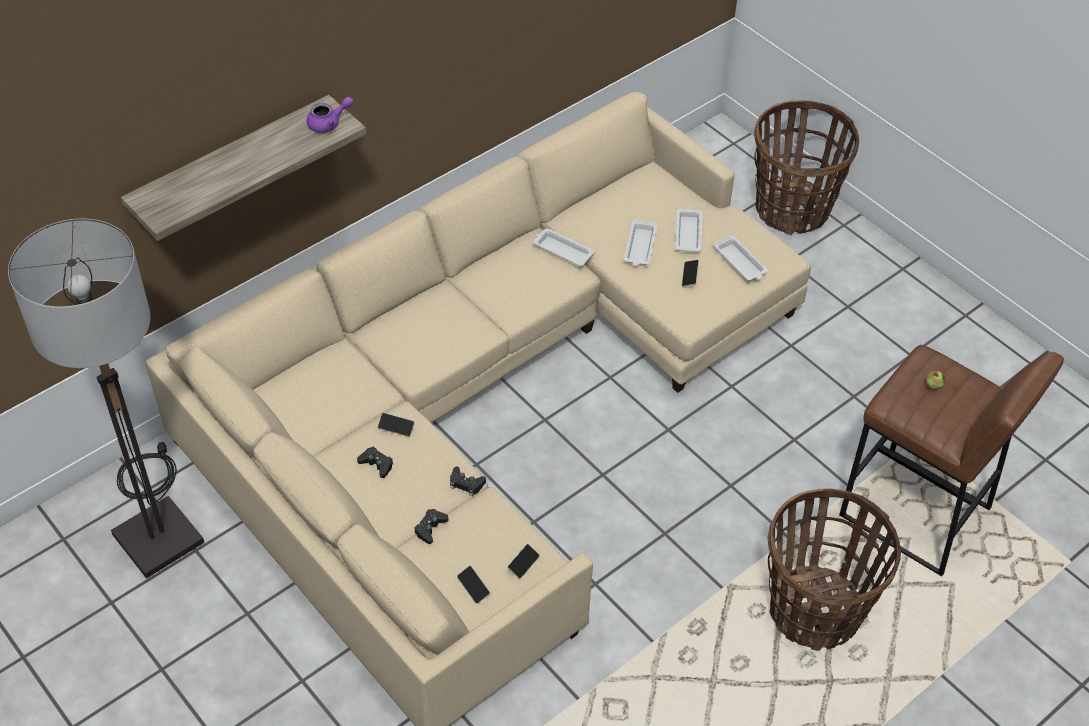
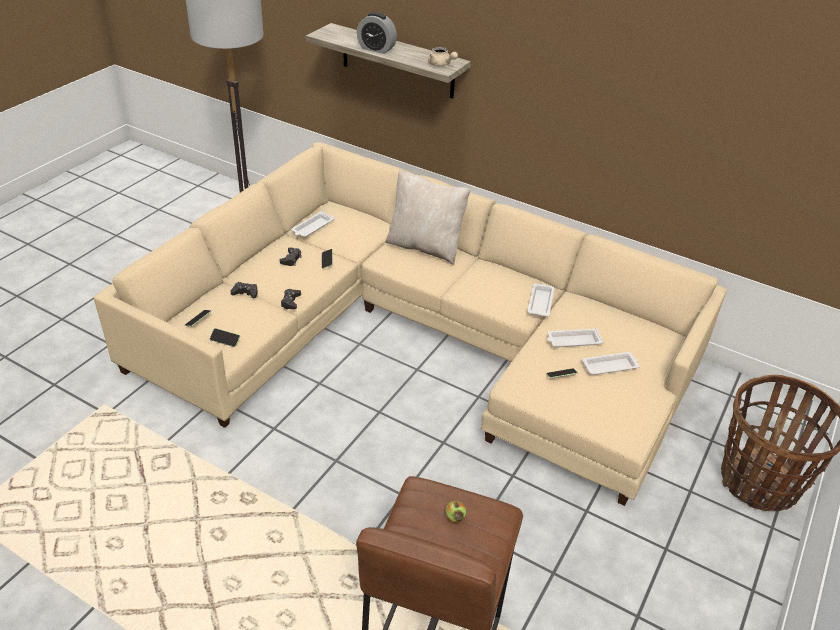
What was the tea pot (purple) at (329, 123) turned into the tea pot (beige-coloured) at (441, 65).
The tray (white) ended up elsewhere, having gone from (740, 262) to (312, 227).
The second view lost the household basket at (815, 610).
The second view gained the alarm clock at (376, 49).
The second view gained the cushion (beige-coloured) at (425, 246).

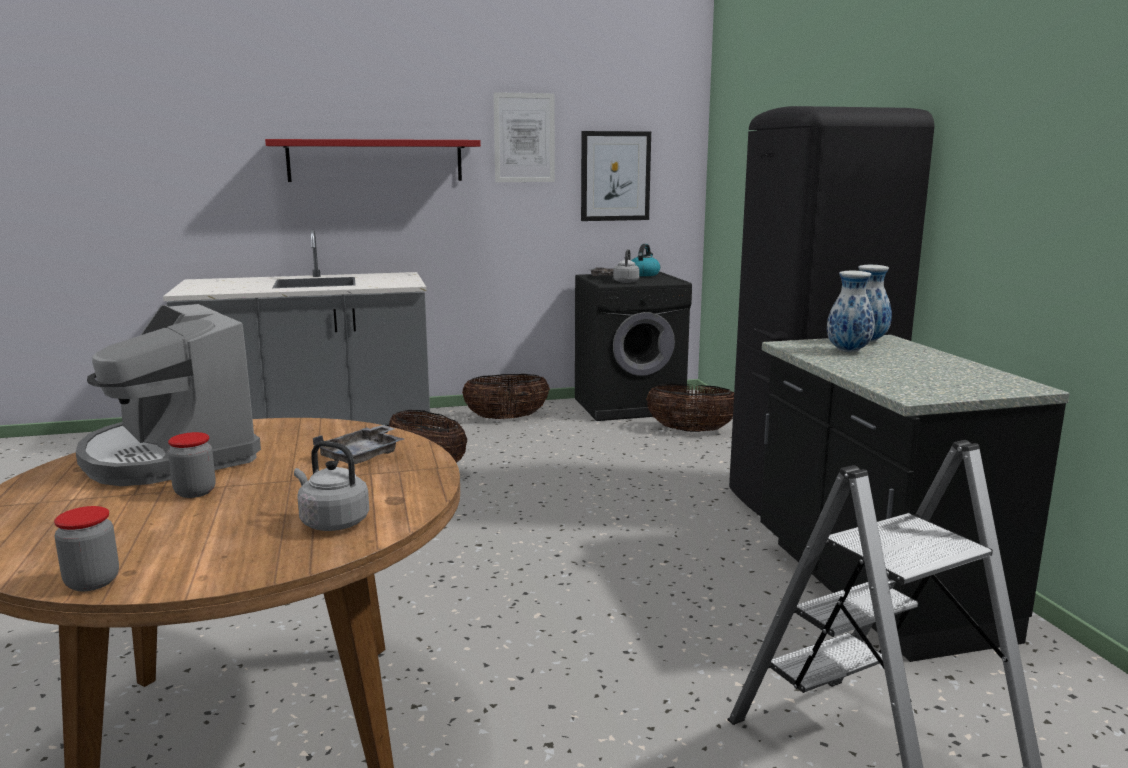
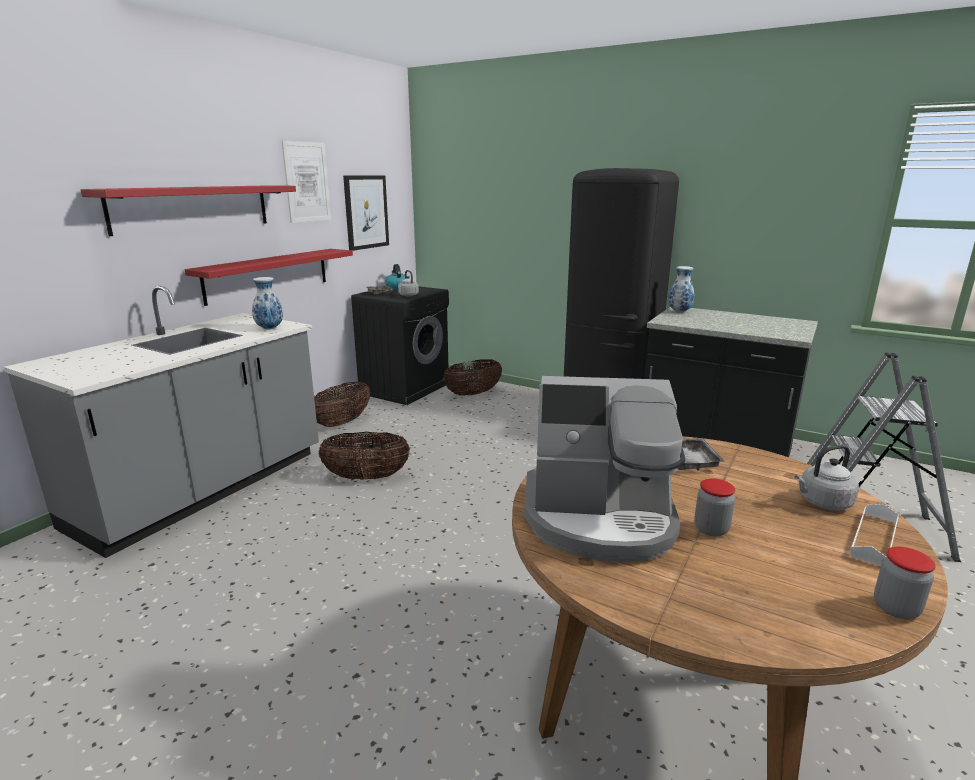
The vase ended up elsewhere, having gone from (847, 351) to (269, 328).
The second view gained the shelf (red-coloured) at (268, 275).
The second view gained the tray (white) at (874, 538).

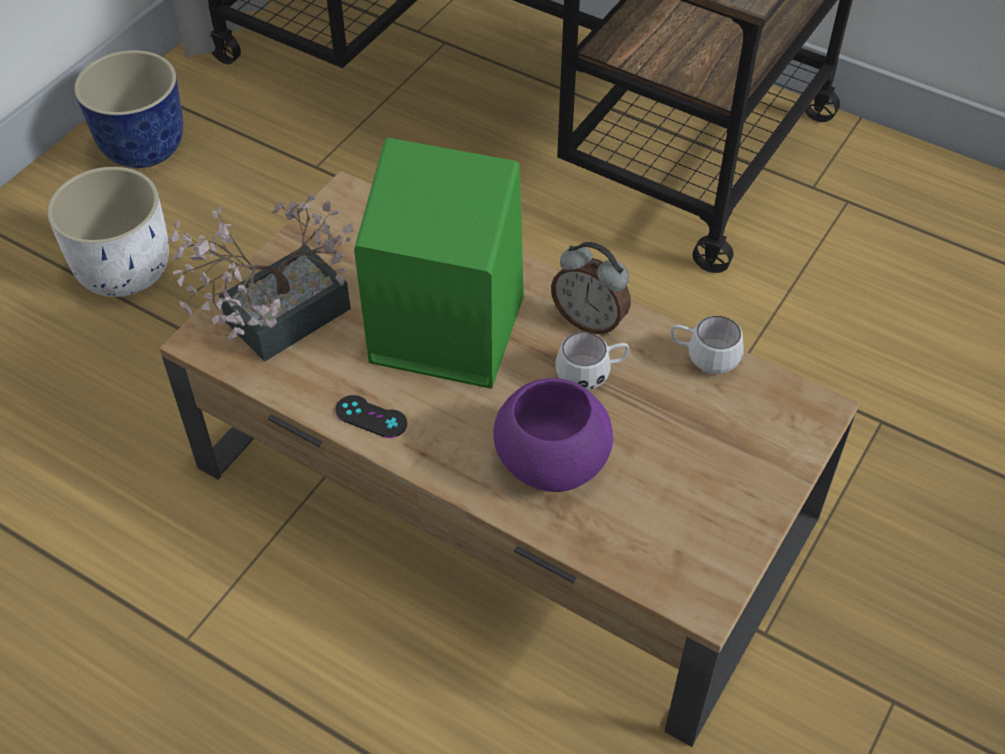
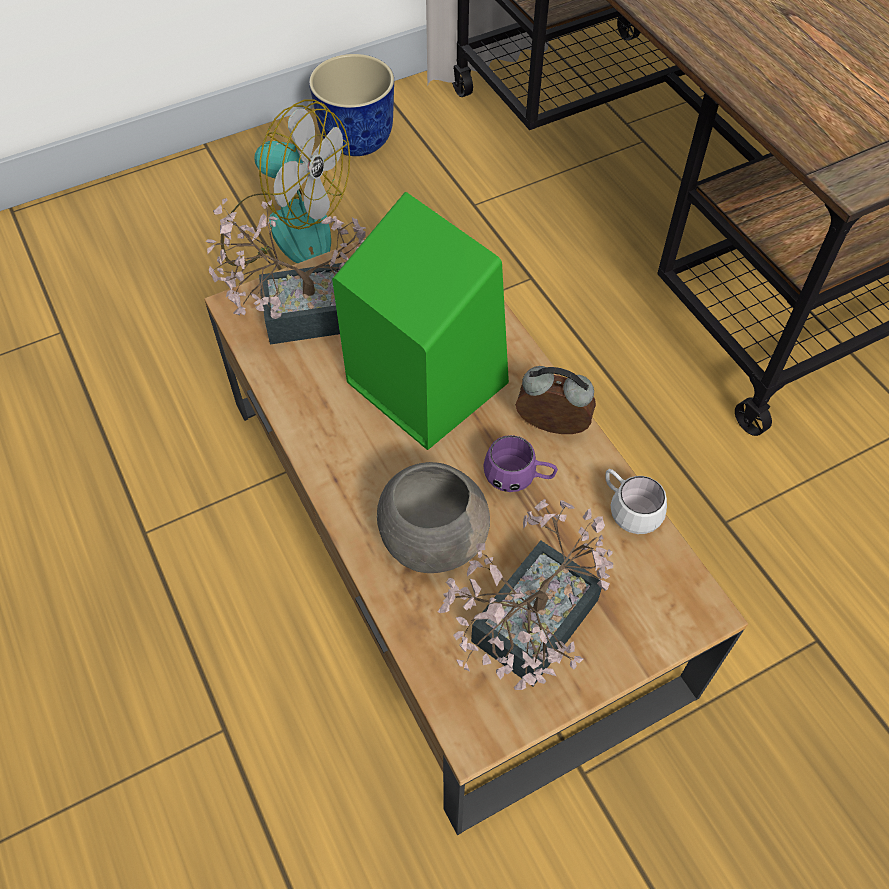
Where the planter (white) stood at (125, 268), the fan came to stand at (285, 227).
The second view lost the joypad (black) at (371, 417).
What was the deep dish (purple) at (549, 460) turned into the deep dish (gray) at (431, 536).
The alarm clock at (589, 320) ended up facing another way, 135 degrees clockwise from before.
What was the mug (white) at (591, 375) turned into the mug (purple) at (518, 479).
The second view gained the houseplant at (524, 631).

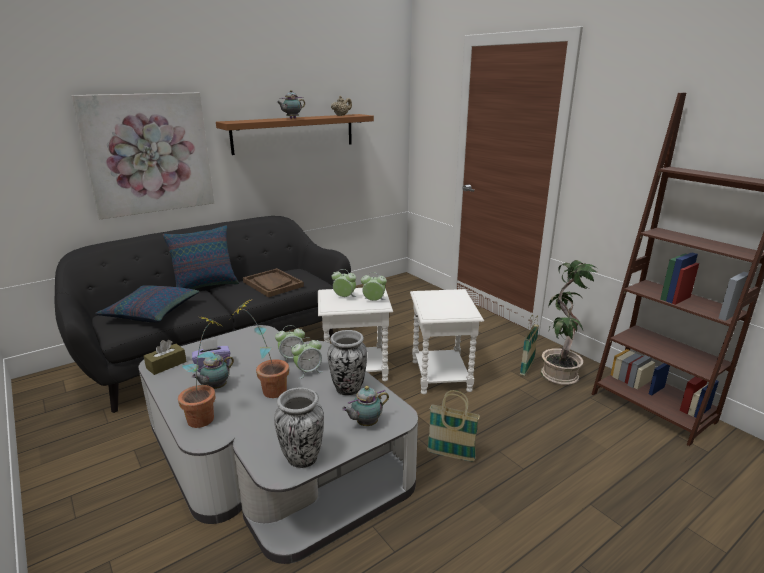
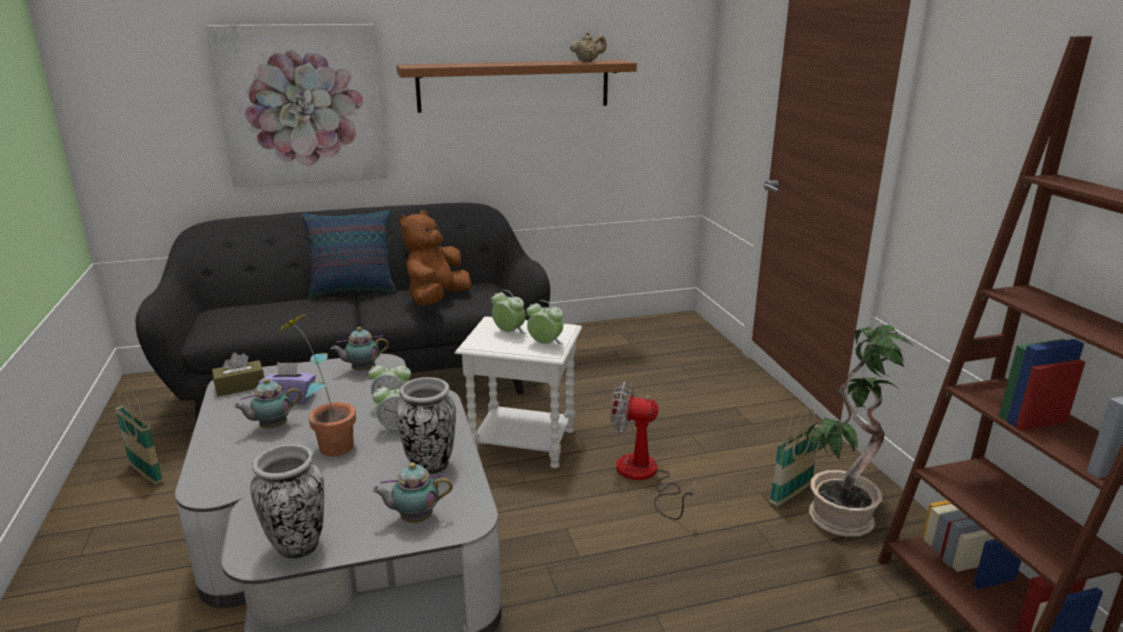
The second view lost the cushion (blue-coloured) at (151, 312).
The second view lost the houseplant at (208, 415).
Where the tray (brownish) stood at (273, 284), the cuddly toy (brownish) came to stand at (436, 300).
The tea pot ended up elsewhere, having gone from (291, 118) to (361, 370).
Where the accent table (white) stood at (442, 375), the fan came to stand at (644, 477).
The household basket ended up elsewhere, having gone from (451, 455) to (146, 474).

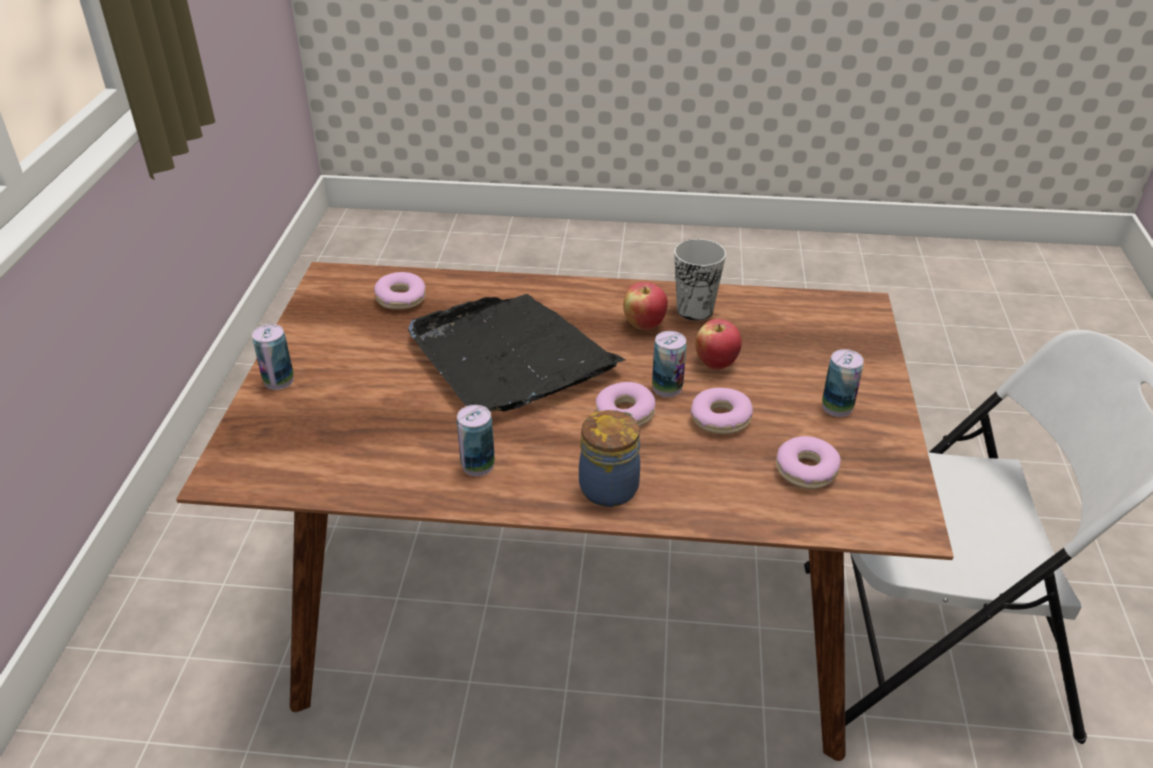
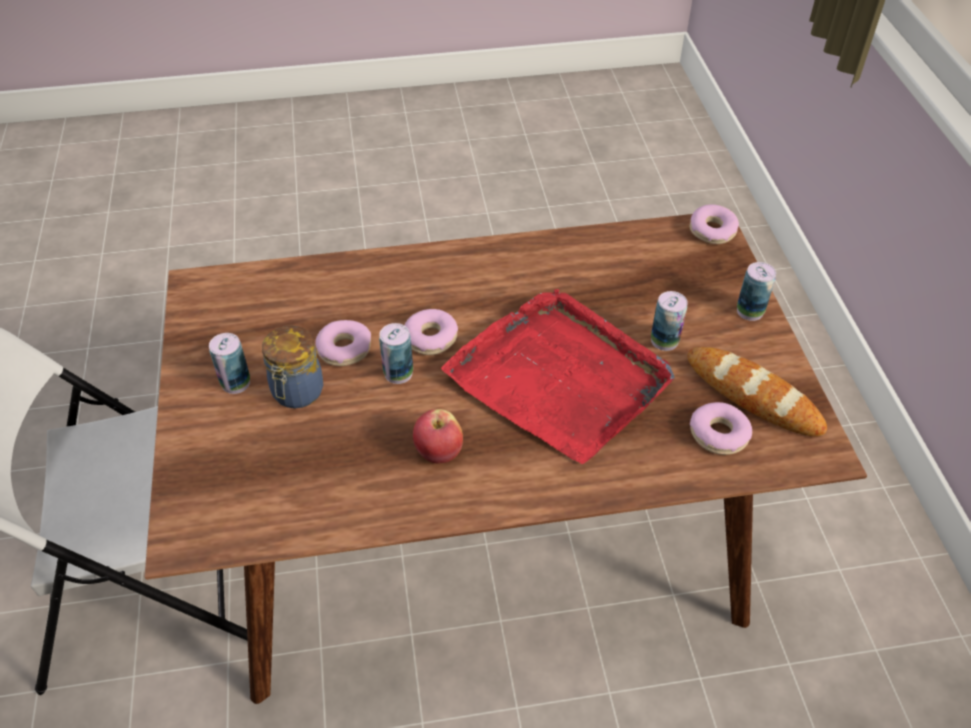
What was the tray (black) at (510, 357) turned into the tray (red-coloured) at (560, 378).
The metal can ended up elsewhere, having gone from (478, 465) to (664, 341).
The preserve jar ended up elsewhere, having gone from (610, 487) to (297, 393).
The second view lost the drinking cup at (695, 310).
The second view lost the whole apple at (716, 363).
The ring doughnut ended up elsewhere, having gone from (806, 470) to (712, 231).
The second view gained the baked bread at (753, 395).

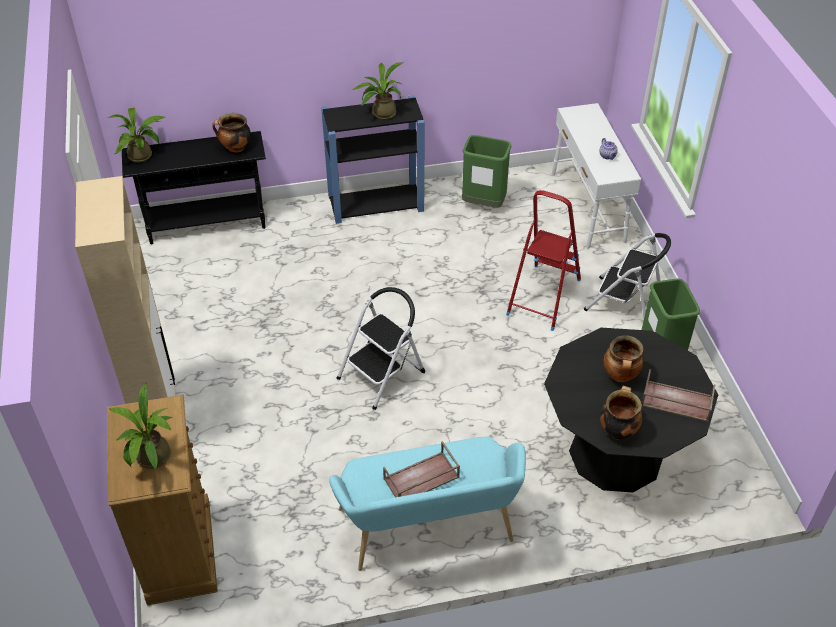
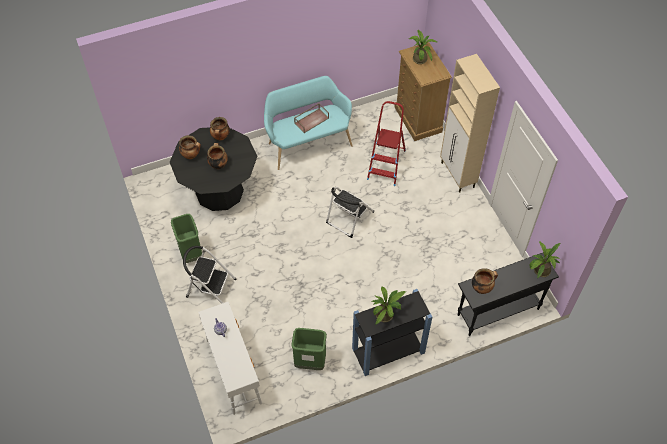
The step stool (red-coloured) ended up elsewhere, having gone from (544, 295) to (386, 165).
Where the tray (brownish) stood at (675, 401), the cooking pot came to stand at (191, 155).

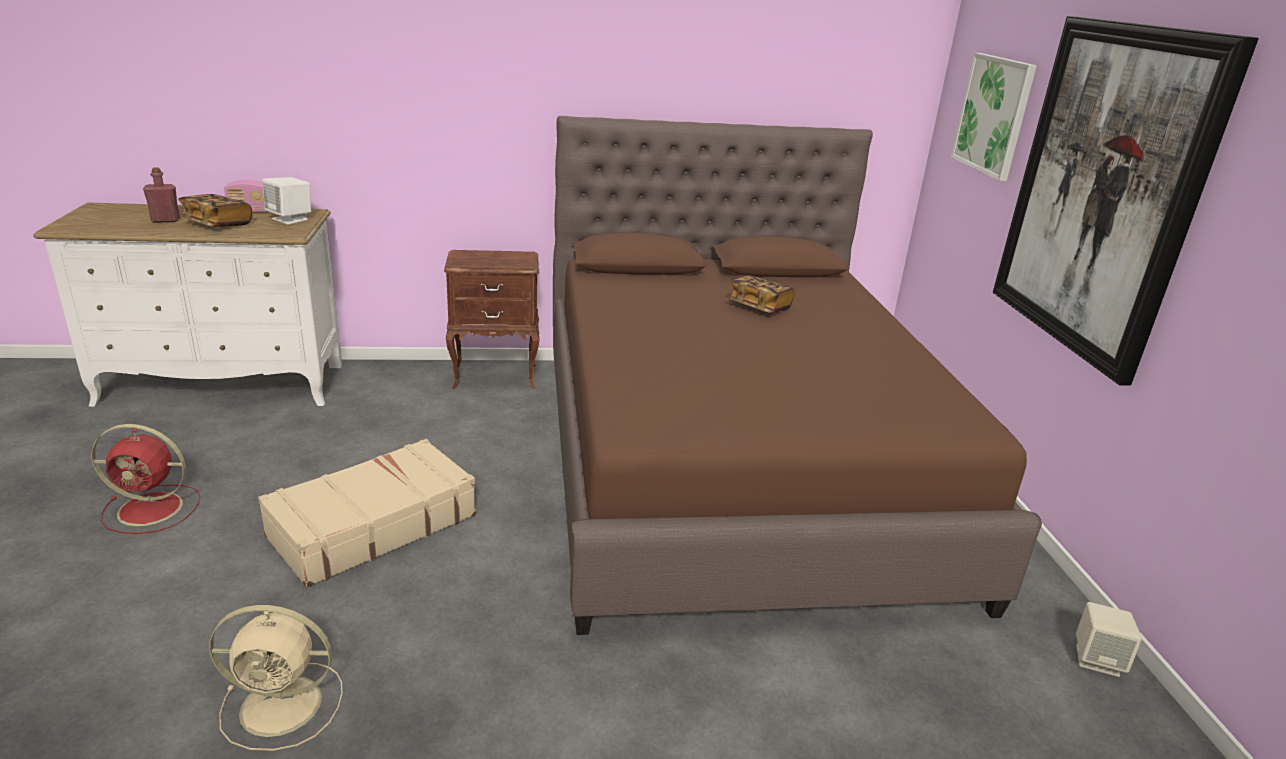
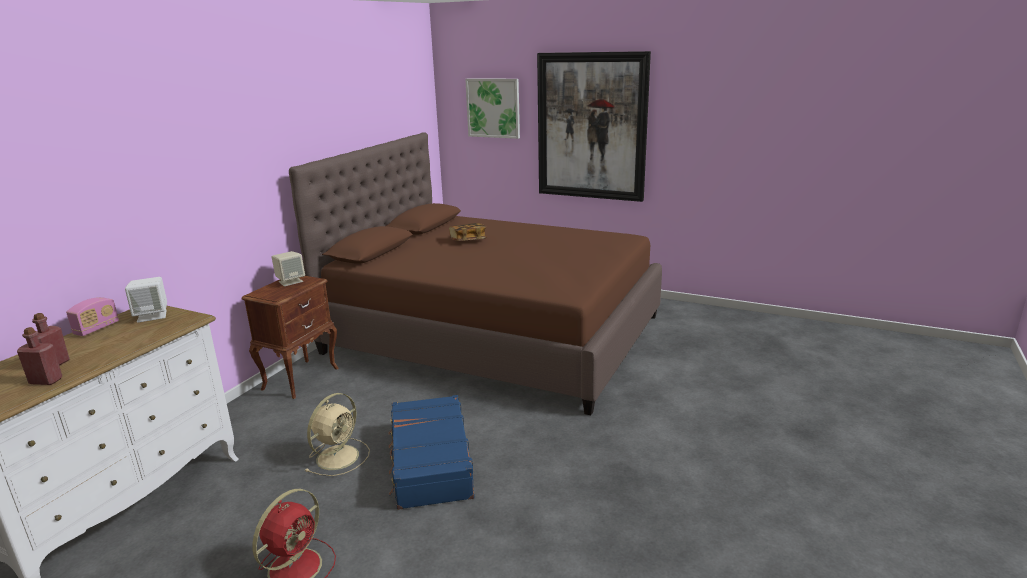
The second view lost the book at (217, 224).
The fan (beige-coloured) ended up elsewhere, having gone from (285, 705) to (339, 456).
What was the travel case (beige-coloured) at (372, 525) turned into the travel case (blue-coloured) at (430, 462).
The speaker (beige-coloured) ended up elsewhere, having gone from (1097, 660) to (290, 281).
The second view gained the bottle (red-coloured) at (46, 381).

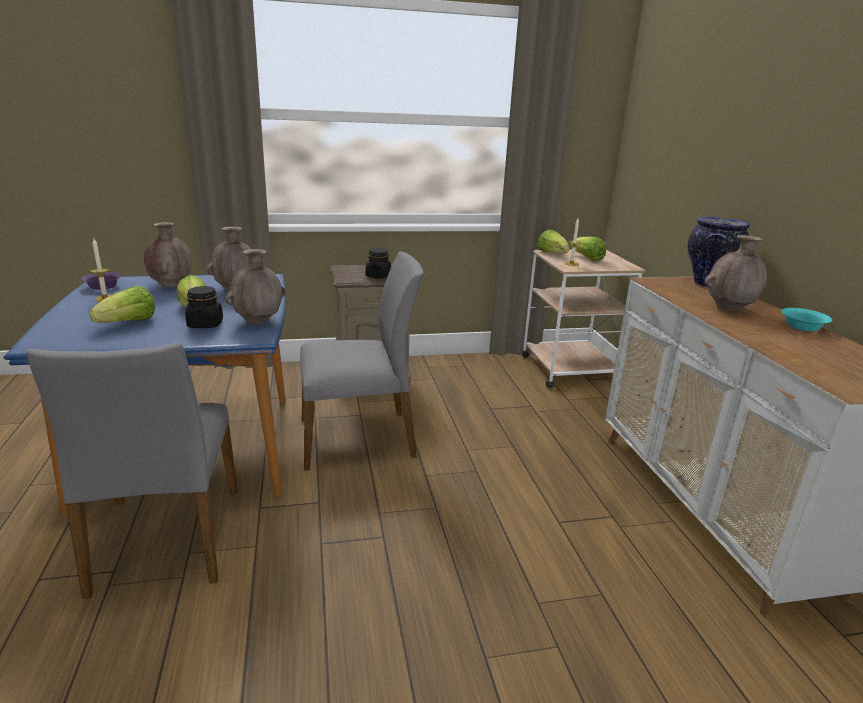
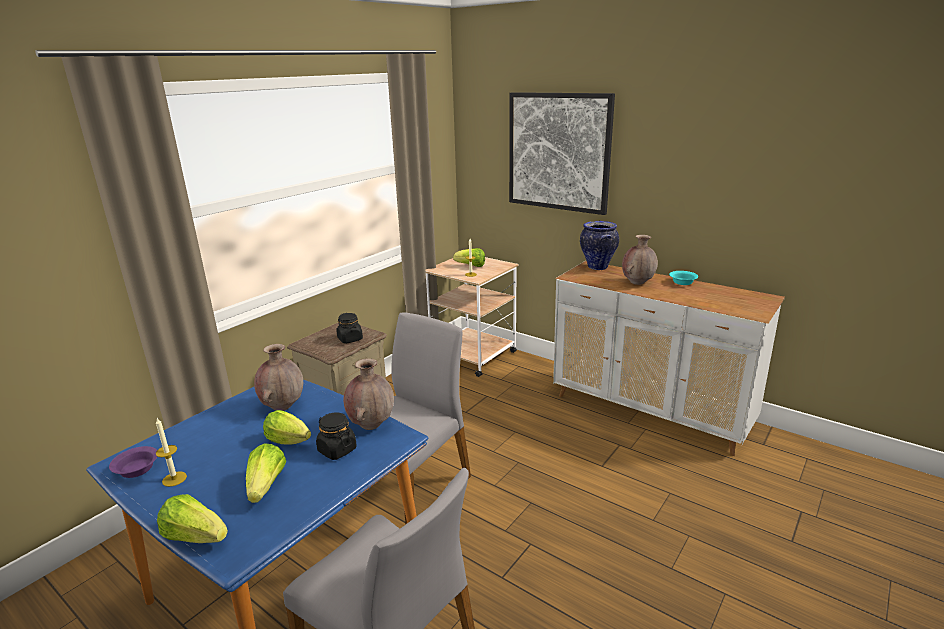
The second view lost the vase (brownish) at (171, 285).
The head of lettuce ended up elsewhere, having gone from (552, 254) to (195, 536).
The second view gained the wall picture at (558, 152).

